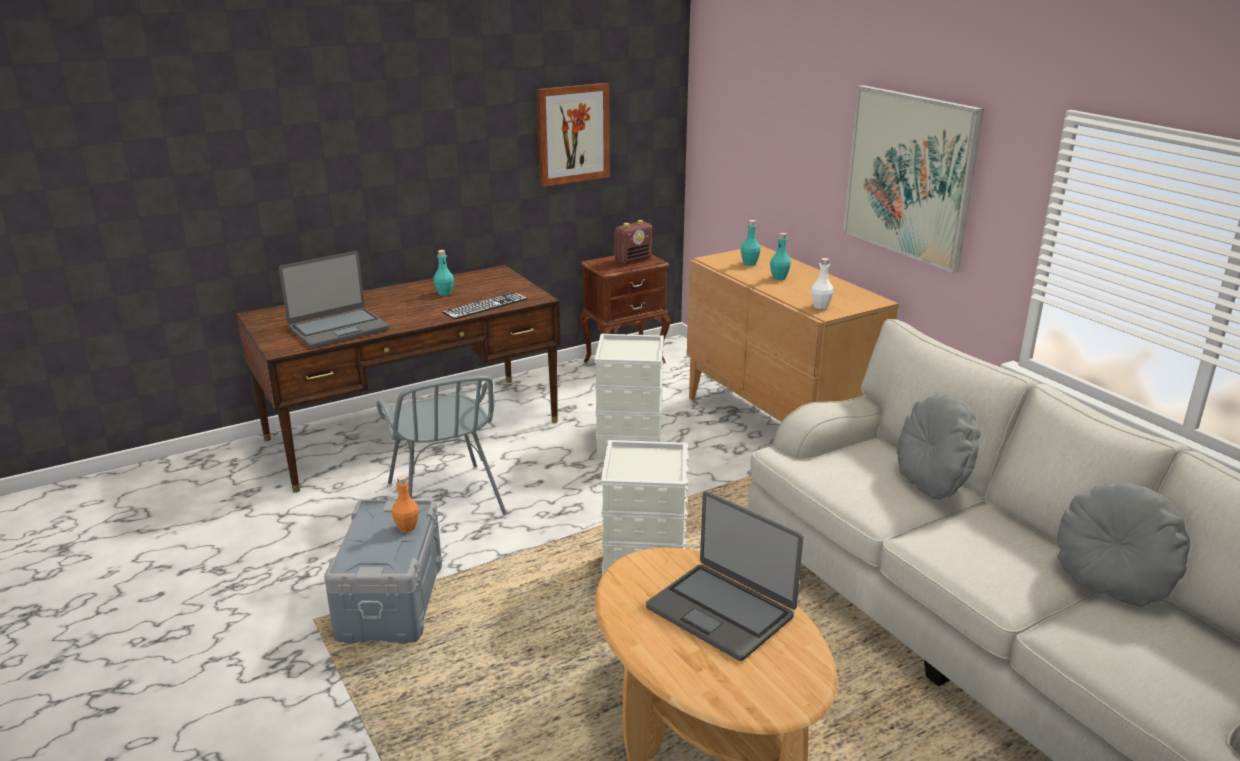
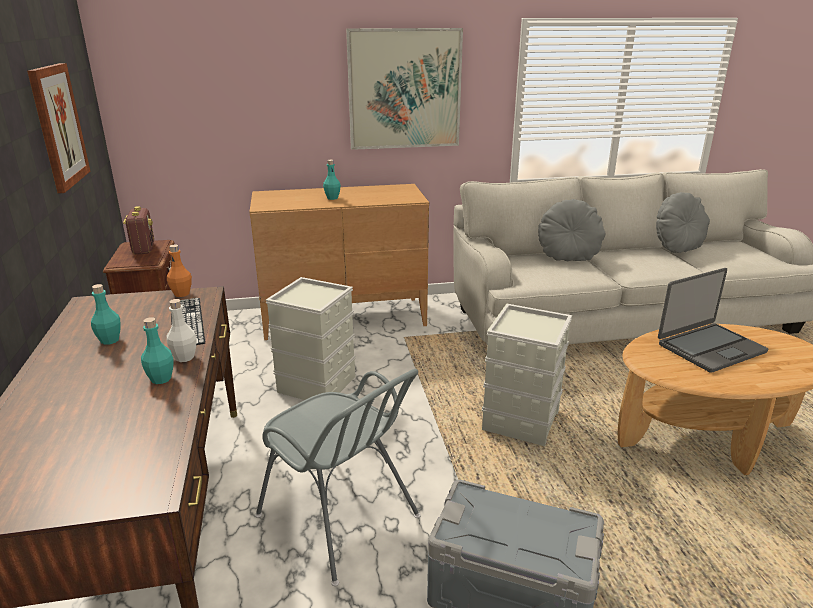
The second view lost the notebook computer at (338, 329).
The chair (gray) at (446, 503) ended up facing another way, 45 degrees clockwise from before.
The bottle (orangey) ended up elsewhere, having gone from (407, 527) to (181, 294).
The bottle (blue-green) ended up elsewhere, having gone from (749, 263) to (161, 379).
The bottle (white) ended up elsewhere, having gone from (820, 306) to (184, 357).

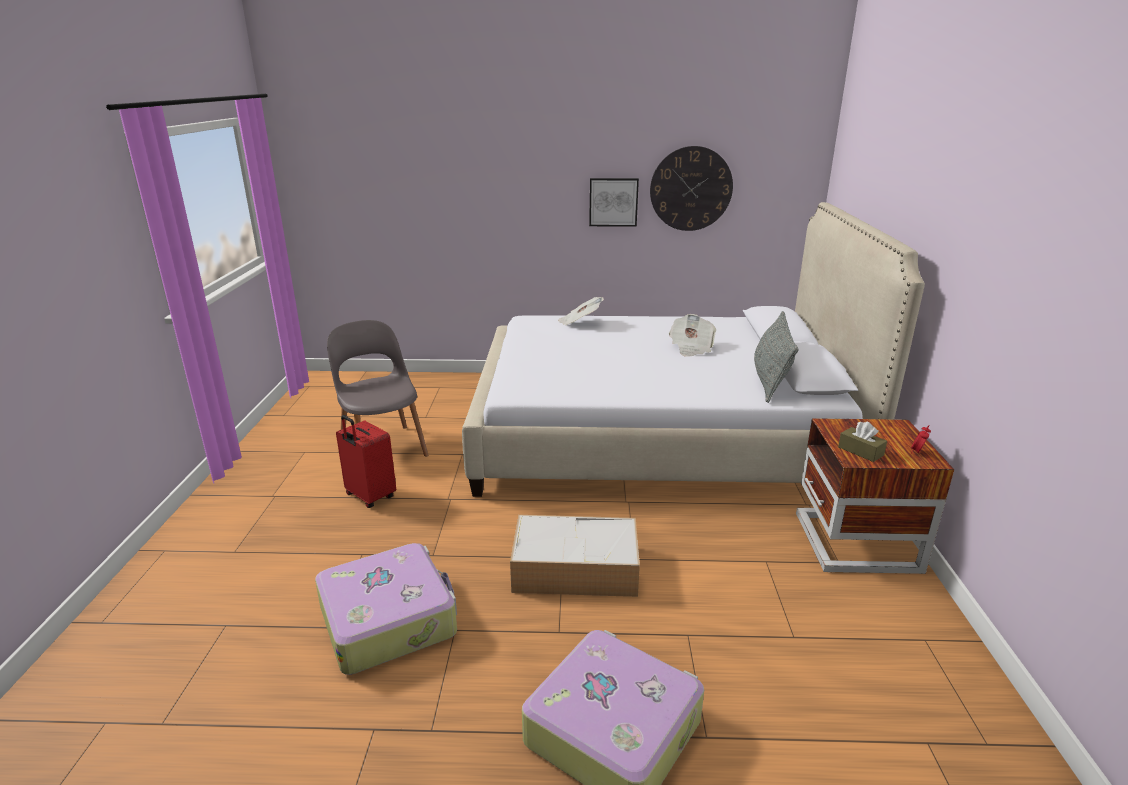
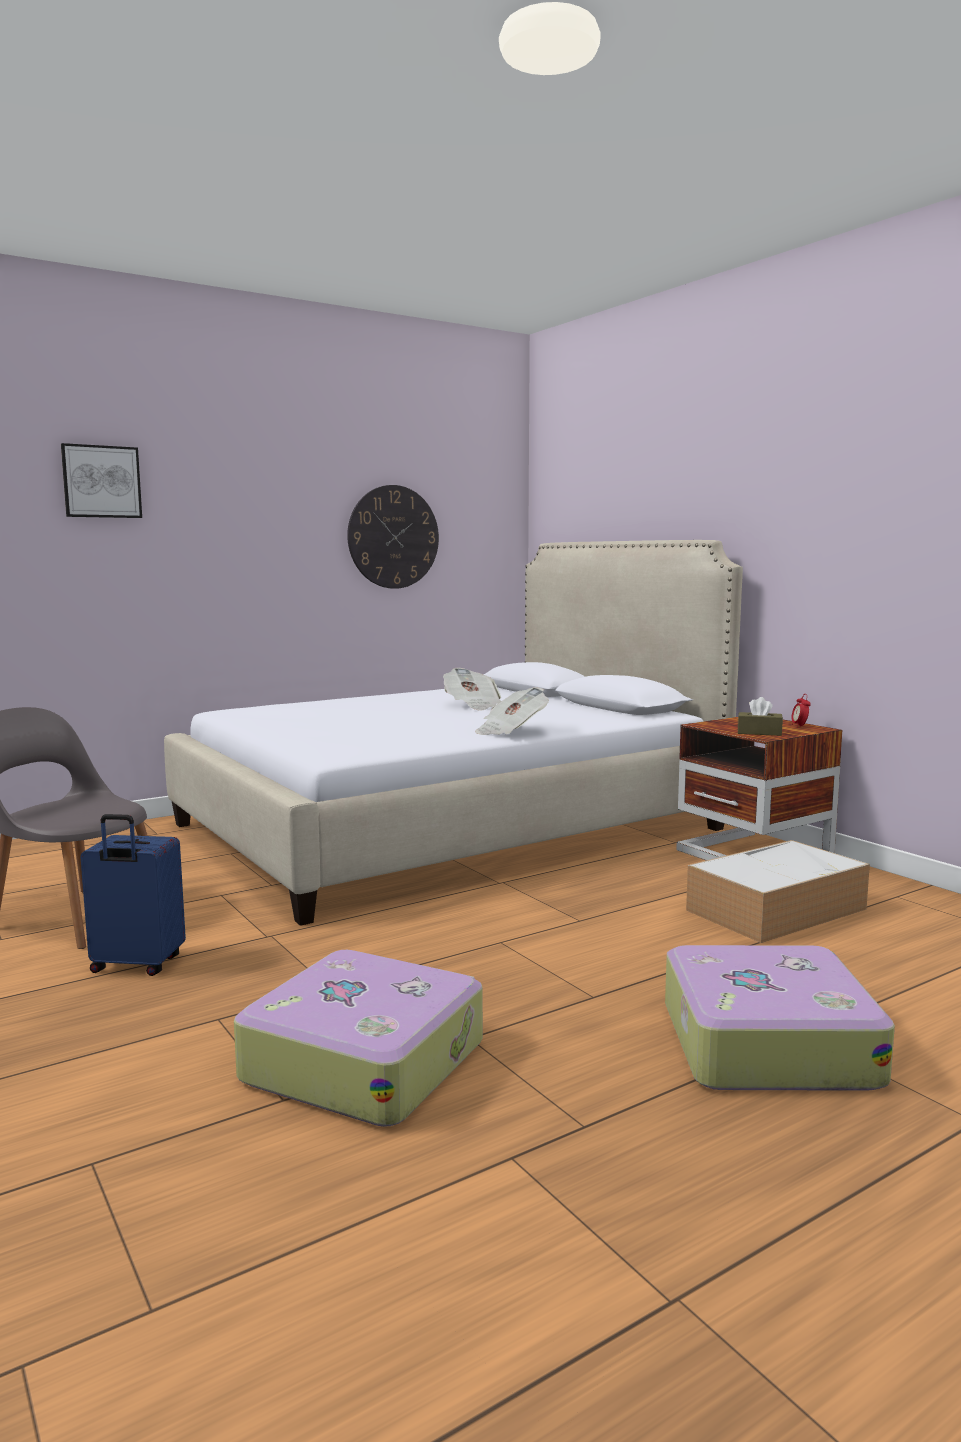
What was the travel case (red-coloured) at (369, 497) turned into the travel case (blue-coloured) at (136, 965).
The storage container ended up elsewhere, having gone from (577, 568) to (777, 909).
The printed paper ended up elsewhere, having gone from (579, 322) to (511, 731).
The wall picture ended up elsewhere, having gone from (613, 202) to (101, 481).
The second view lost the cushion (gray) at (770, 381).

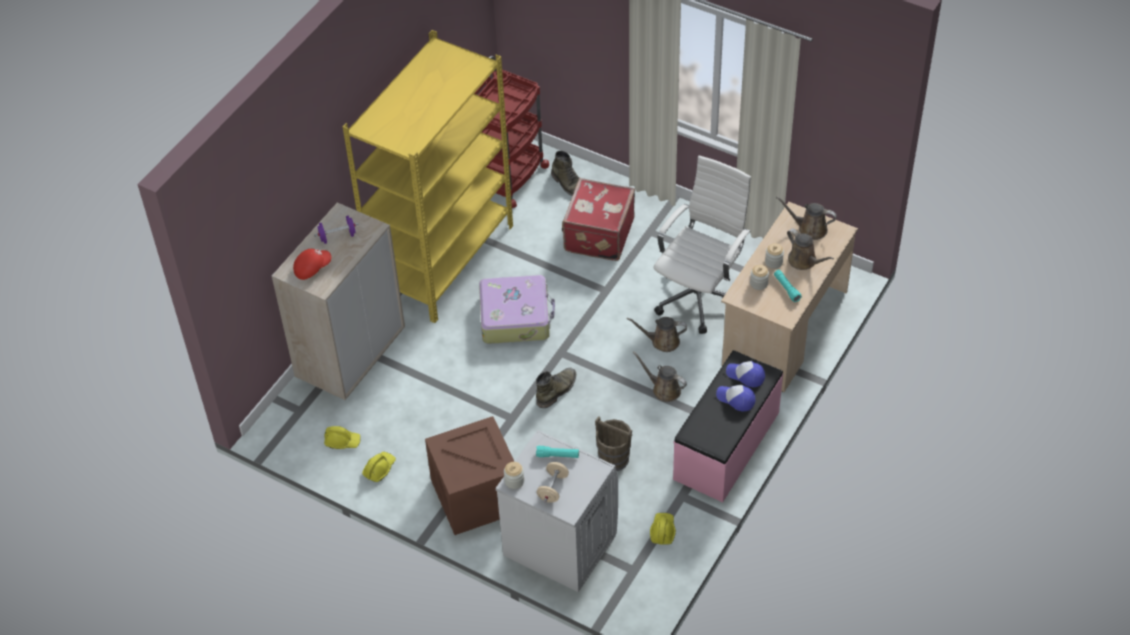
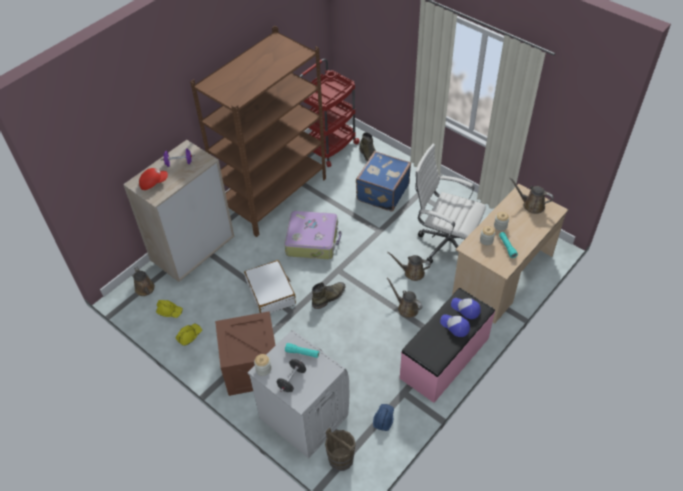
What was the bookcase (yellow-coloured) at (443, 259) turned into the bookcase (brownish) at (273, 194).
What was the hand weight (beige-coloured) at (553, 488) turned into the hand weight (black) at (292, 380).
What was the travel case (red-coloured) at (597, 235) turned into the travel case (blue-coloured) at (382, 192).
The water bucket (brownish) ended up elsewhere, having gone from (614, 459) to (341, 459).
What was the work helmet (yellow-coloured) at (662, 531) turned into the work helmet (blue-coloured) at (383, 419).
The desk chair (white) at (699, 296) ended up facing another way, 105 degrees counterclockwise from before.
The sprinkling can (brownish) ended up elsewhere, having gone from (804, 261) to (145, 289).
The second view gained the travel case (white) at (271, 292).

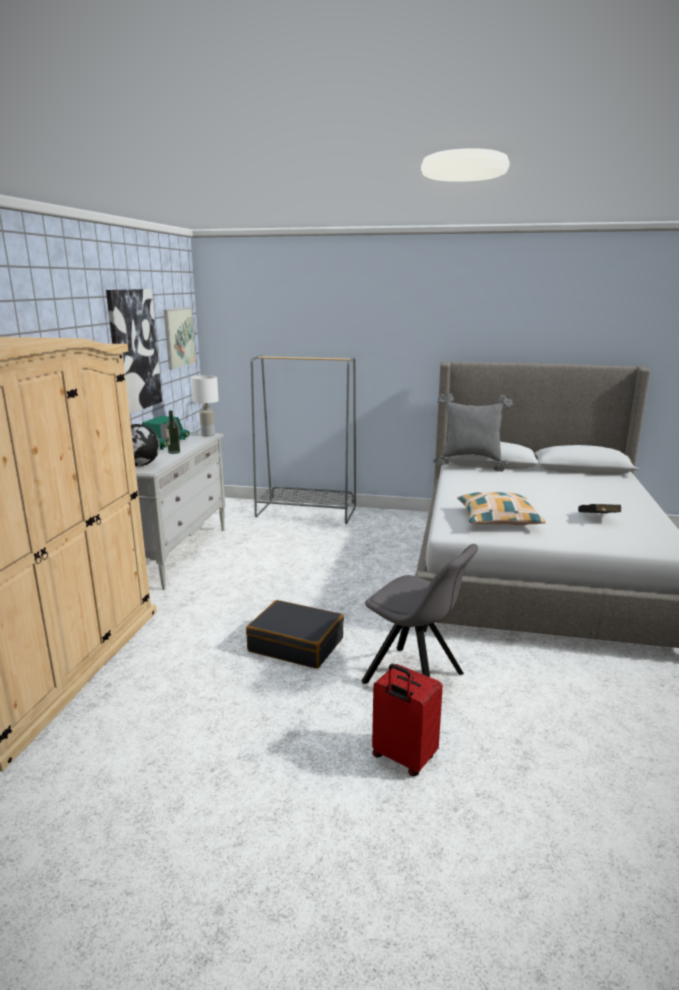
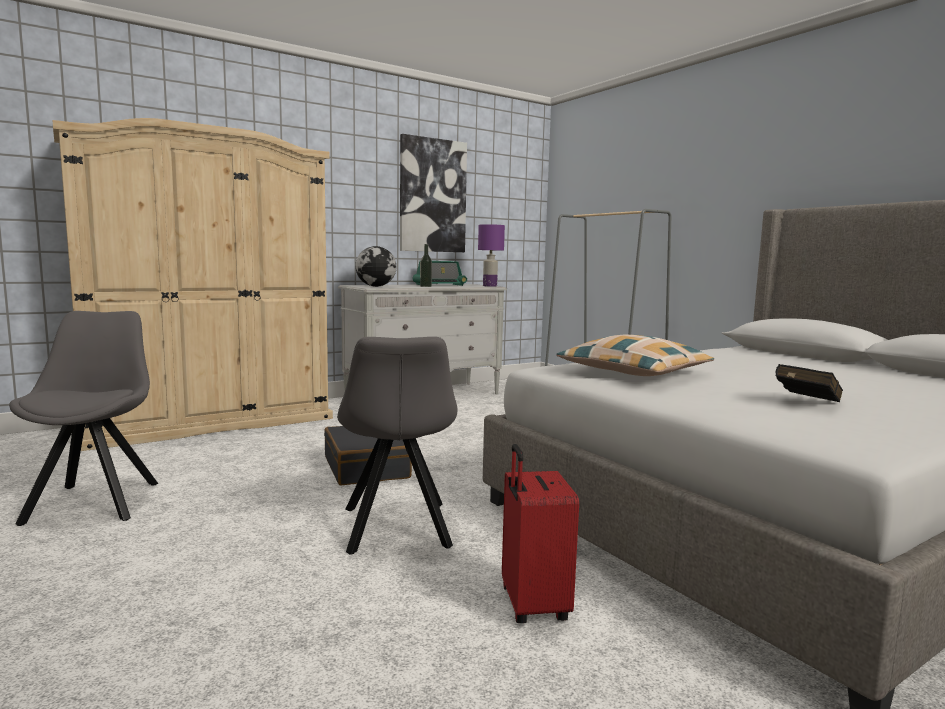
The second view lost the wall picture at (179, 337).
What was the table lamp (white) at (207, 435) turned into the table lamp (purple) at (489, 286).
The travel case (red-coloured) ended up elsewhere, having gone from (403, 758) to (532, 605).
The second view lost the cushion (gray) at (470, 466).
The second view gained the chair (gray) at (95, 502).

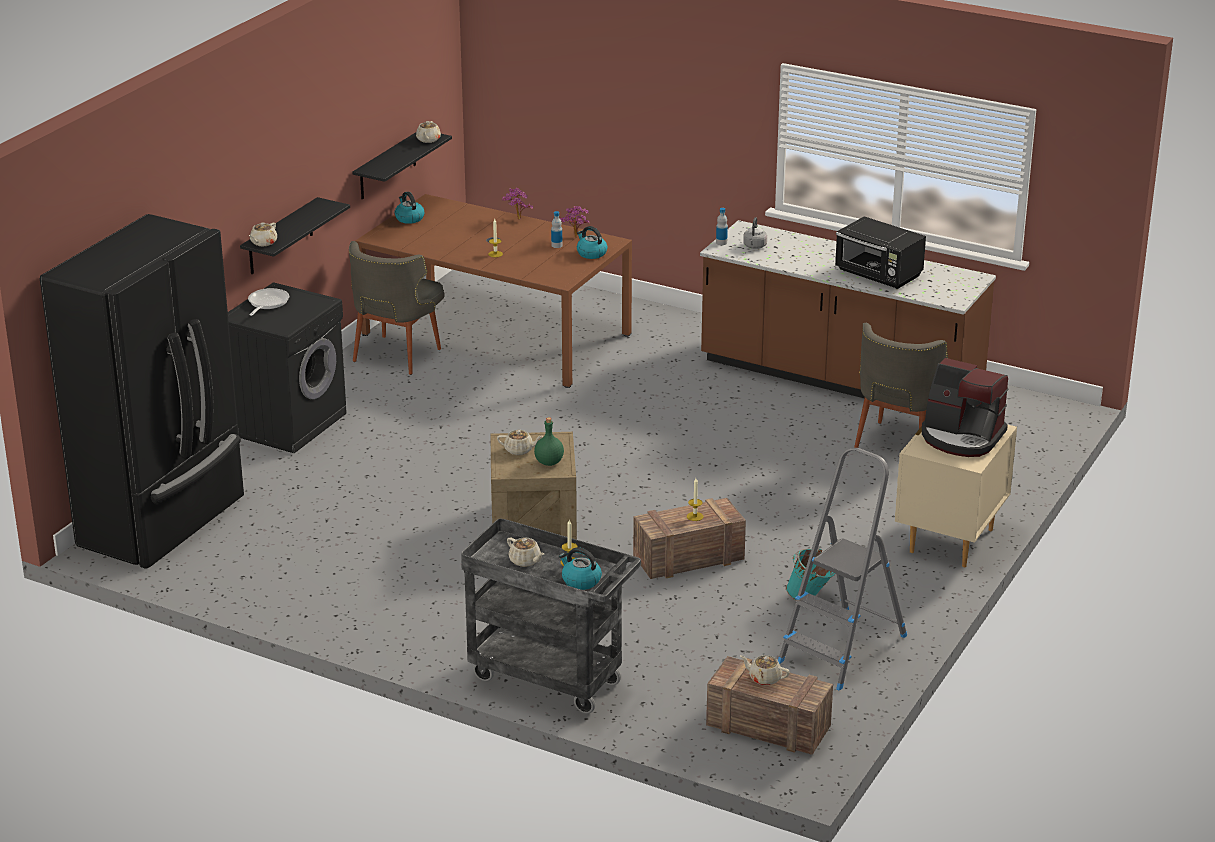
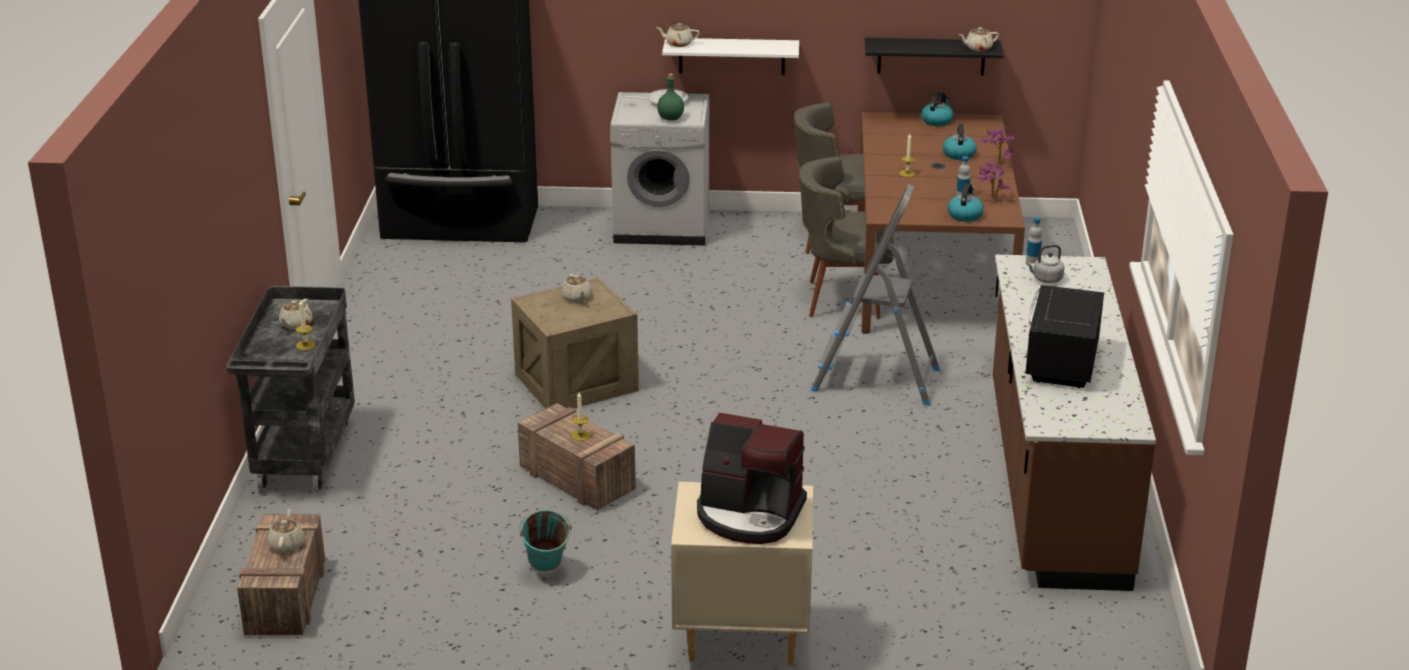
What was the laundry machine (black) at (290, 424) turned into the laundry machine (white) at (662, 228).
What was the shelf (black) at (280, 237) turned into the shelf (white) at (732, 56).
The bottle (greenish) ended up elsewhere, having gone from (549, 462) to (671, 118).
The kettle ended up elsewhere, having gone from (580, 581) to (958, 154).
The step stool (gray) ended up elsewhere, having gone from (841, 649) to (874, 380).
The chair (gray) ended up elsewhere, having gone from (900, 444) to (845, 300).
The coffee machine at (961, 437) ended up facing another way, 75 degrees counterclockwise from before.

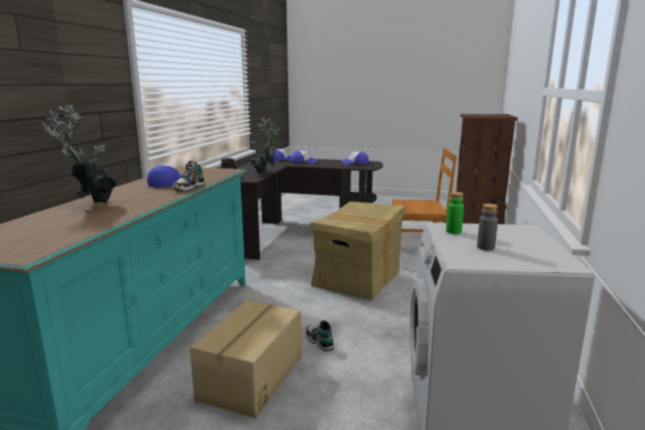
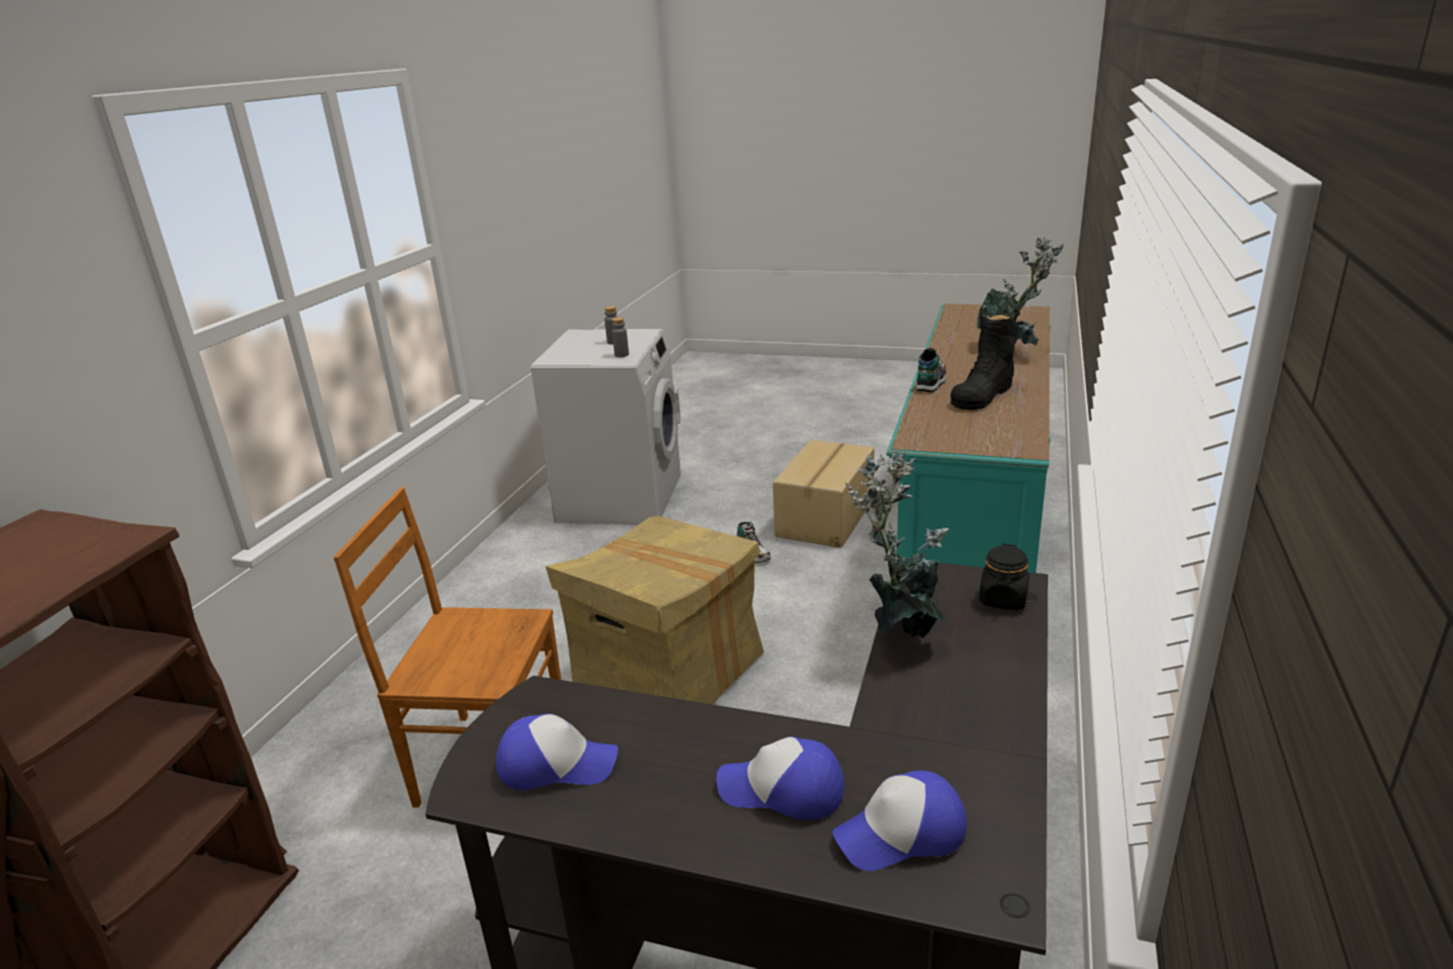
Where the baseball cap stood at (167, 183), the boot (black) came to stand at (982, 395).
What was the bottle (greenish) at (453, 231) turned into the bottle (gray) at (621, 355).

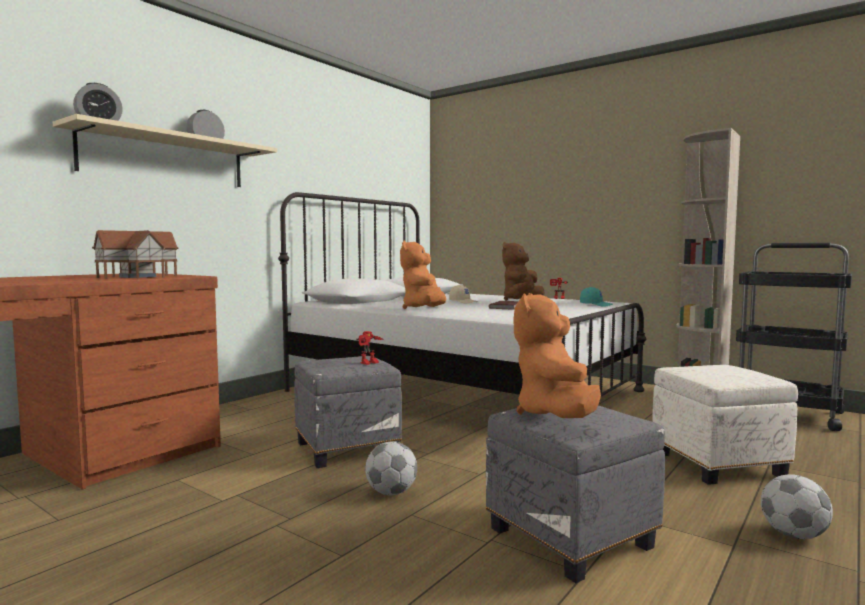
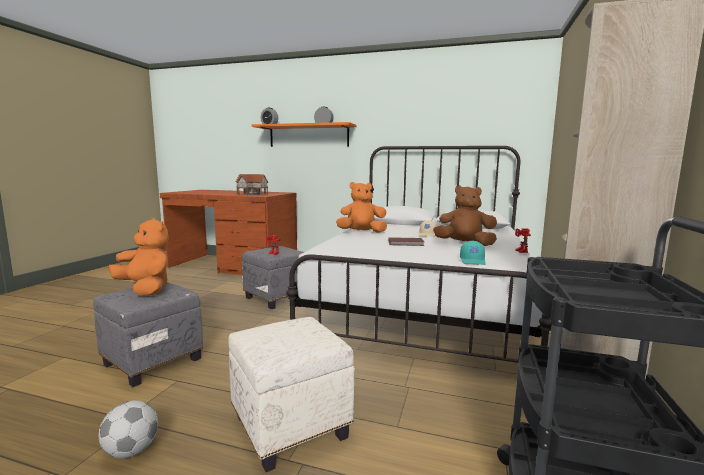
What was the shelf (beige-coloured) at (165, 159) turned into the shelf (orangey) at (308, 136).
The second view lost the football at (391, 492).
The cuddly toy (orangey) at (555, 415) ended up facing another way, 45 degrees clockwise from before.

